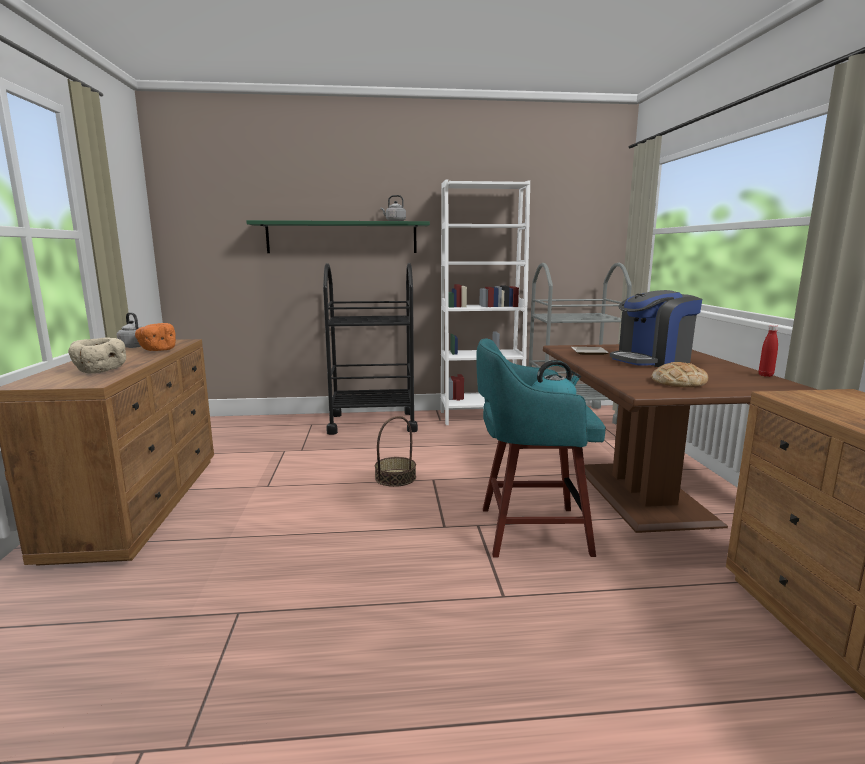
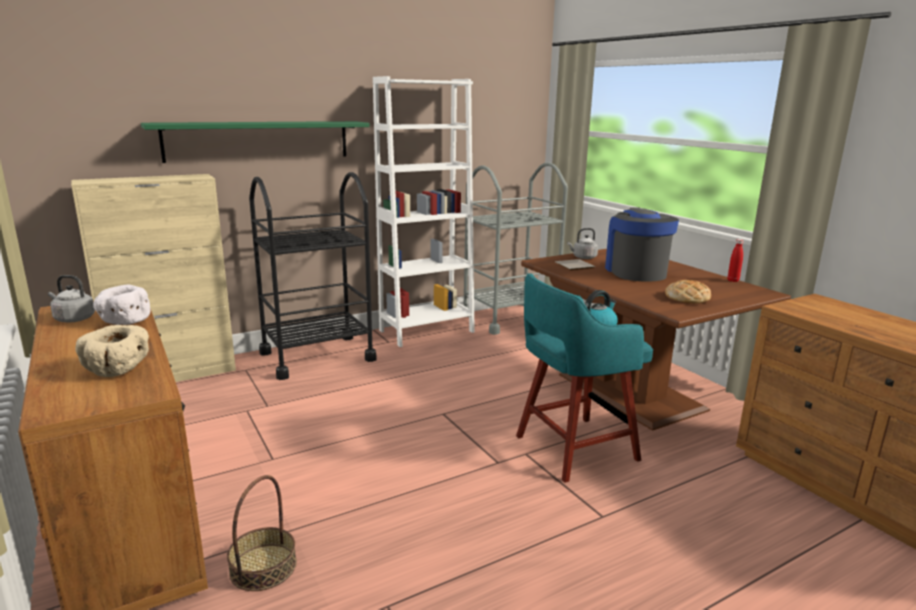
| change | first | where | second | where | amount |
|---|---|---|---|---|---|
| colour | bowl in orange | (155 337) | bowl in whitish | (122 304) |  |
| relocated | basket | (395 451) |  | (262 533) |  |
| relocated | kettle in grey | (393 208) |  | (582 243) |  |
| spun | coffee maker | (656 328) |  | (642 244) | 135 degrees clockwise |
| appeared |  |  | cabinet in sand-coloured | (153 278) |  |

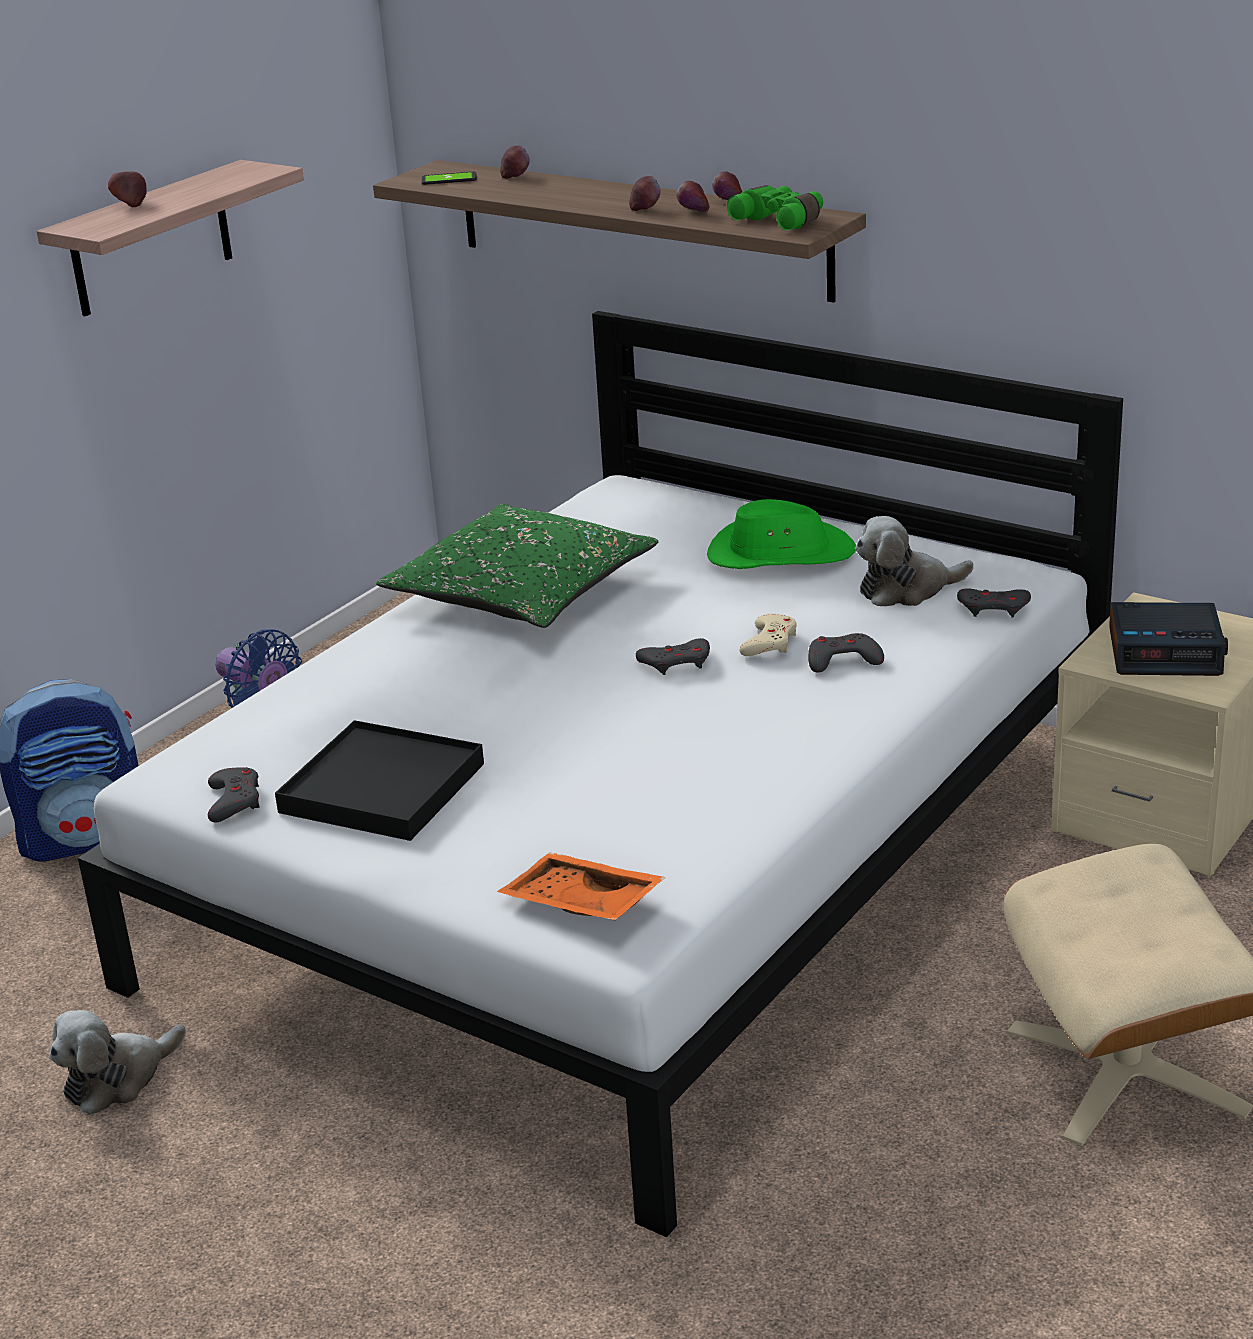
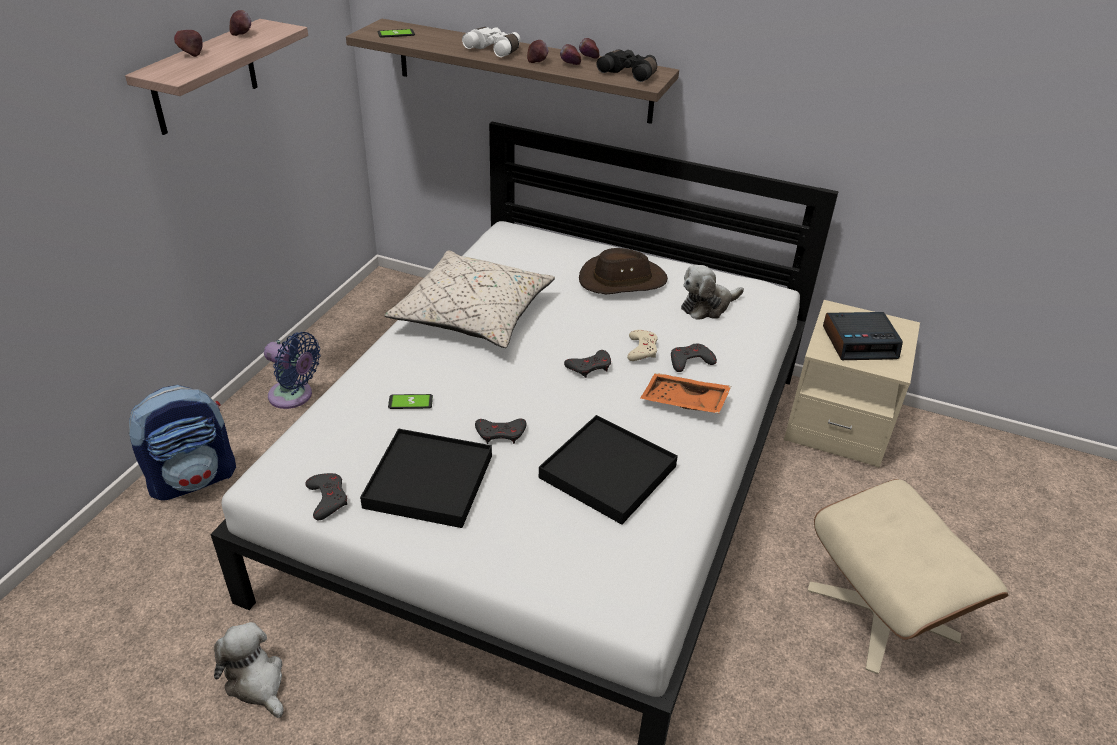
| change | first | where | second | where | amount |
|---|---|---|---|---|---|
| spun | plush toy | (117 1062) |  | (249 670) | 105 degrees clockwise |
| colour | cushion in green-coloured | (517 566) | cushion in sand-coloured | (469 299) |  |
| relocated | carrying tray in orange | (581 886) |  | (686 393) |  |
| relocated | apple | (515 162) |  | (240 23) |  |
| colour | hat in green-coloured | (781 534) | hat in brownish | (623 271) |  |
| colour | pair of binoculars in green-coloured | (775 208) | pair of binoculars in blackish | (626 66) |  |
| relocated | gamepad in grey | (994 603) |  | (501 431) |  |
| appeared |  |  | handset | (410 401) |  |
| appeared |  |  | pair of binoculars in whitish | (491 42) |  |
| appeared |  |  | carrying tray in blackish | (608 470) |  |

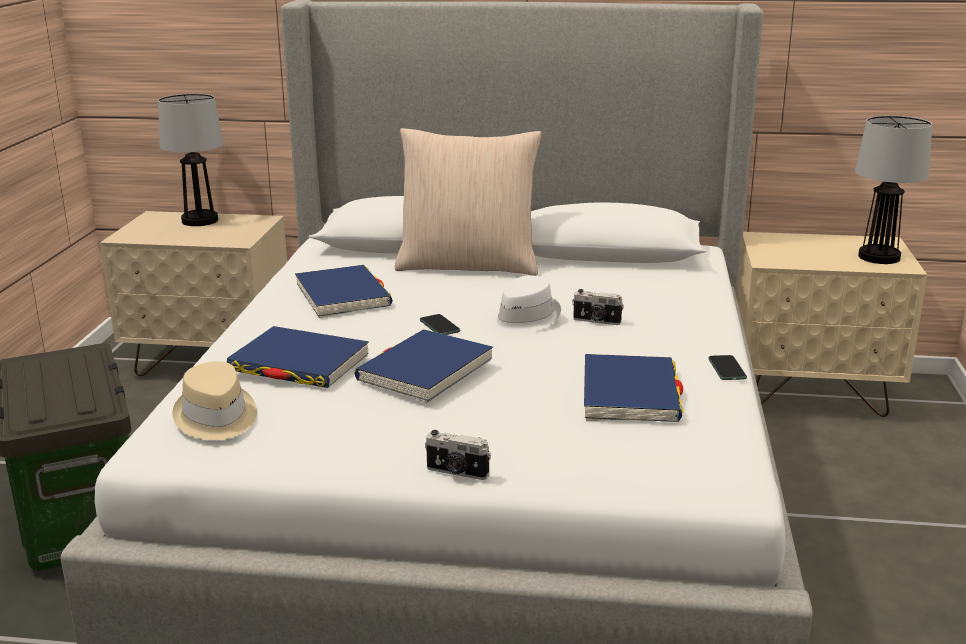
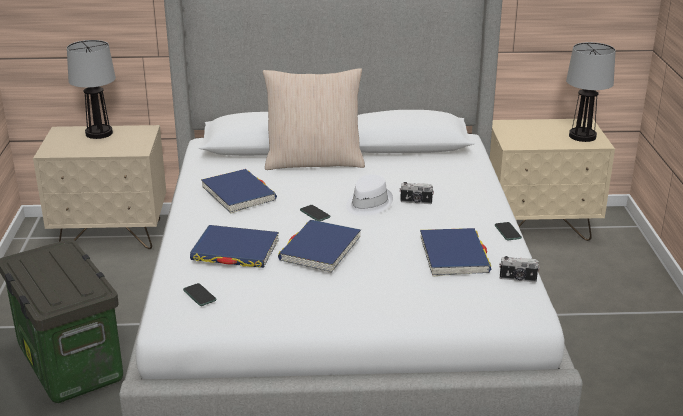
| change | first | where | second | where | amount |
|---|---|---|---|---|---|
| exchanged | hat in sand-coloured | (214 400) | handset | (199 294) |  |
| relocated | still camera | (458 455) |  | (519 269) |  |

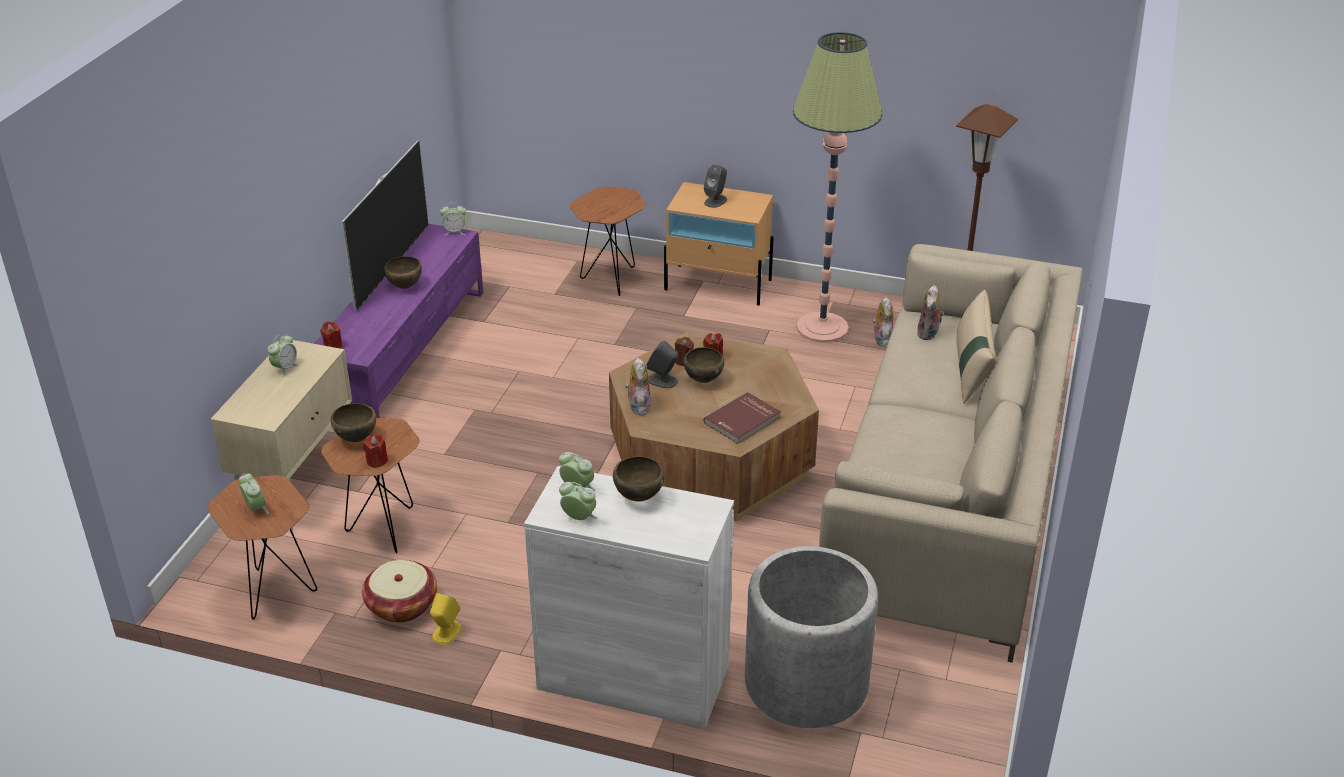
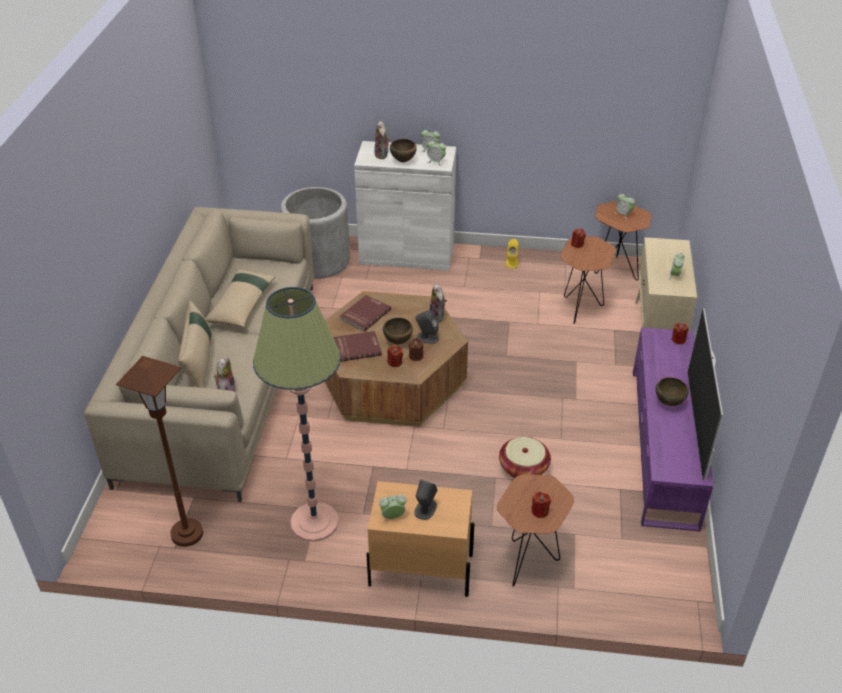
| change | first | where | second | where | amount |
|---|---|---|---|---|---|
| missing | bowl in brownish | (353 422) |  |  |  |
| relocated | basket | (399 591) |  | (525 457) |  |
| relocated | alarm clock | (453 219) |  | (393 506) |  |
| relocated | plush toy | (883 322) |  | (382 140) |  |
| appeared |  |  | cushion in sand-coloured | (240 298) |  |
| appeared |  |  | book in reddish | (357 346) |  |
| appeared |  |  | wax light in reddish | (541 505) |  |

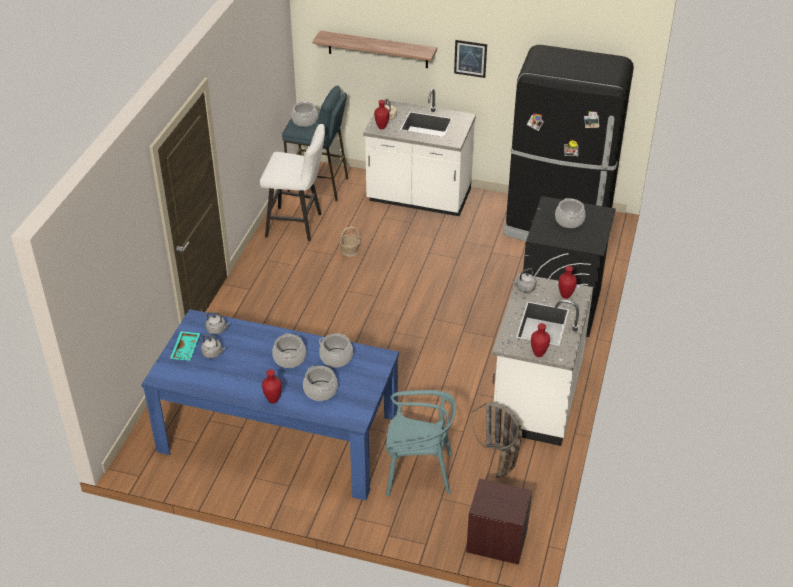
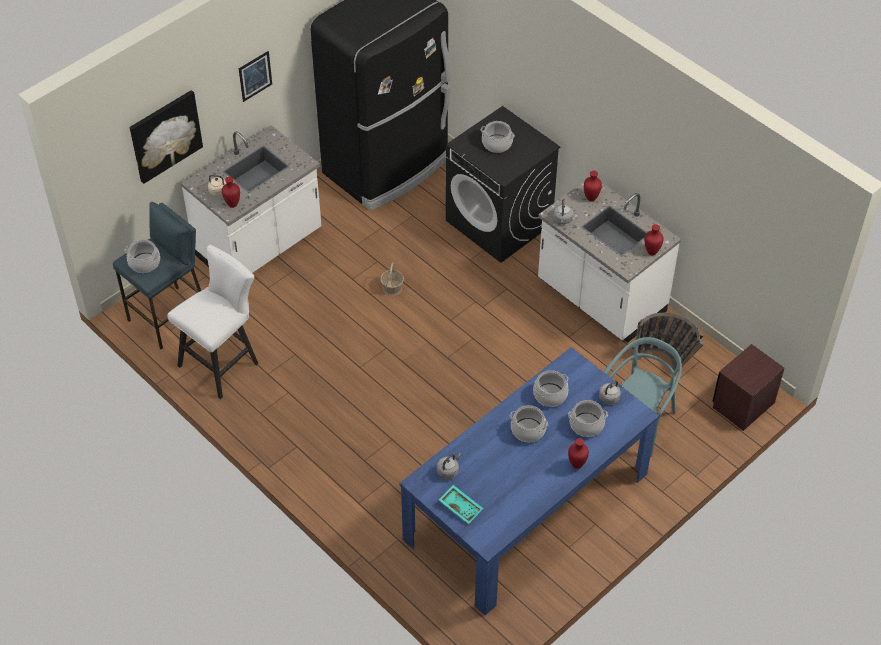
| change | first | where | second | where | amount |
|---|---|---|---|---|---|
| relocated | kettle in grey | (213 346) |  | (611 392) |  |
| exchanged | shelf | (375 49) | wall art | (166 137) |  |
| relocated | basket | (349 242) |  | (392 279) |  |

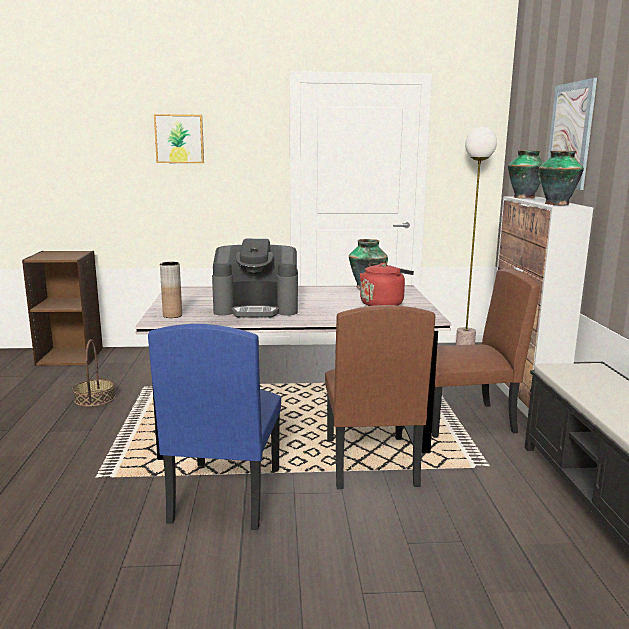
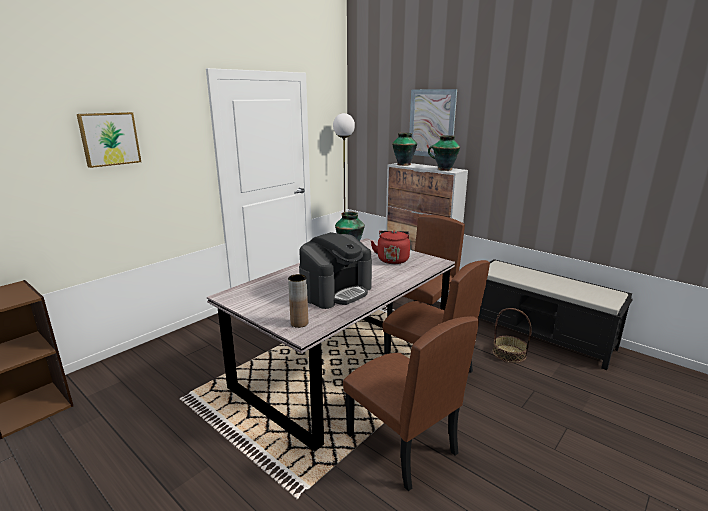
| change | first | where | second | where | amount |
|---|---|---|---|---|---|
| relocated | basket | (94 373) |  | (512 335) |  |
| colour | upright chair in bluish | (214 427) | upright chair in brownish | (411 403) |  |

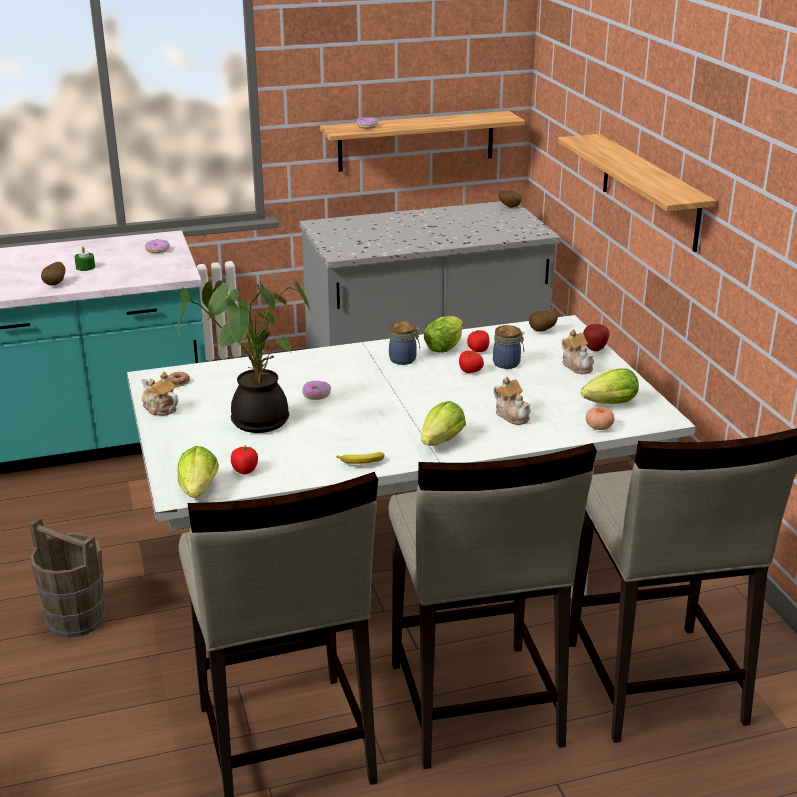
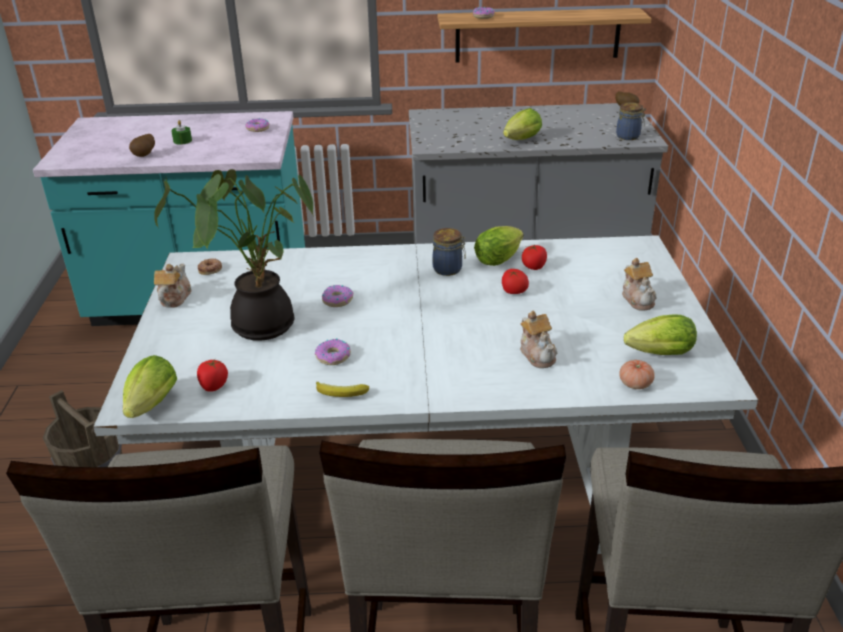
| change | first | where | second | where | amount |
|---|---|---|---|---|---|
| spun | teapot | (159 393) |  | (172 285) | 45 degrees clockwise |
| relocated | lettuce | (443 423) |  | (522 124) |  |
| relocated | preserve jar | (509 347) |  | (631 121) |  |
| missing | spud | (543 321) |  |  |  |
| missing | shelf | (637 193) |  |  |  |
| missing | apple | (596 337) |  |  |  |
| appeared |  |  | ring doughnut | (333 351) |  |

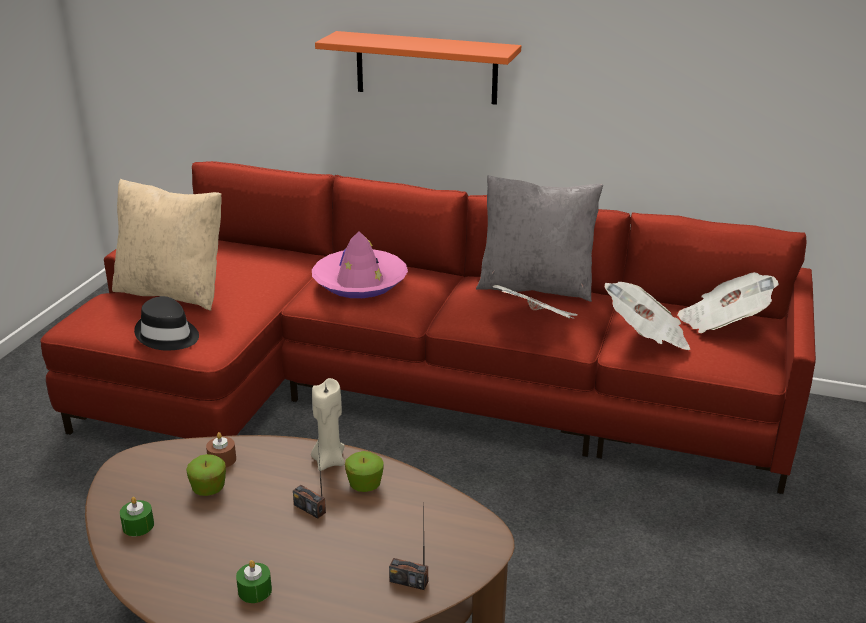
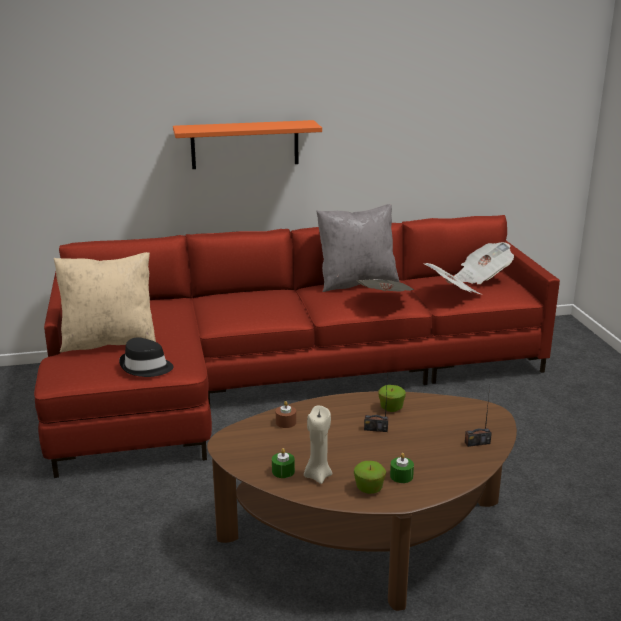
| change | first | where | second | where | amount |
|---|---|---|---|---|---|
| relocated | apple | (206 475) |  | (370 477) |  |
| relocated | wax light in sand-coloured | (328 424) |  | (318 445) |  |
| missing | hat in pink-coloured | (360 264) |  |  |  |

